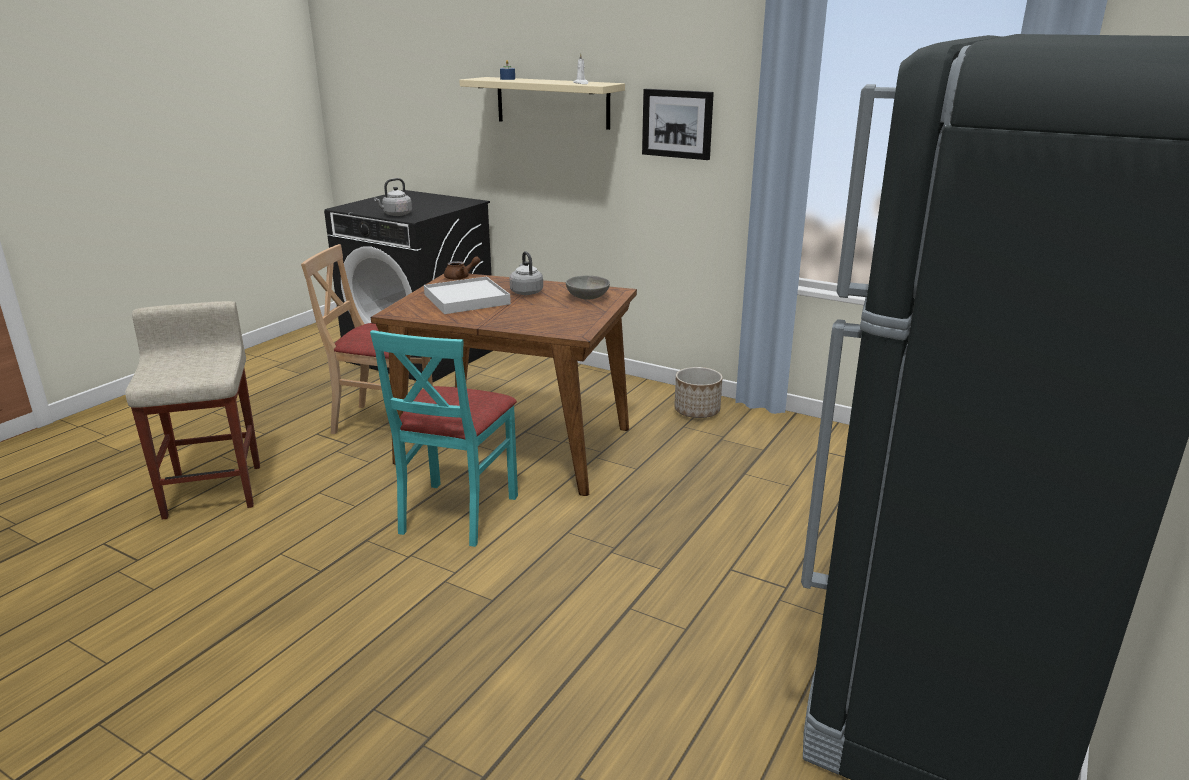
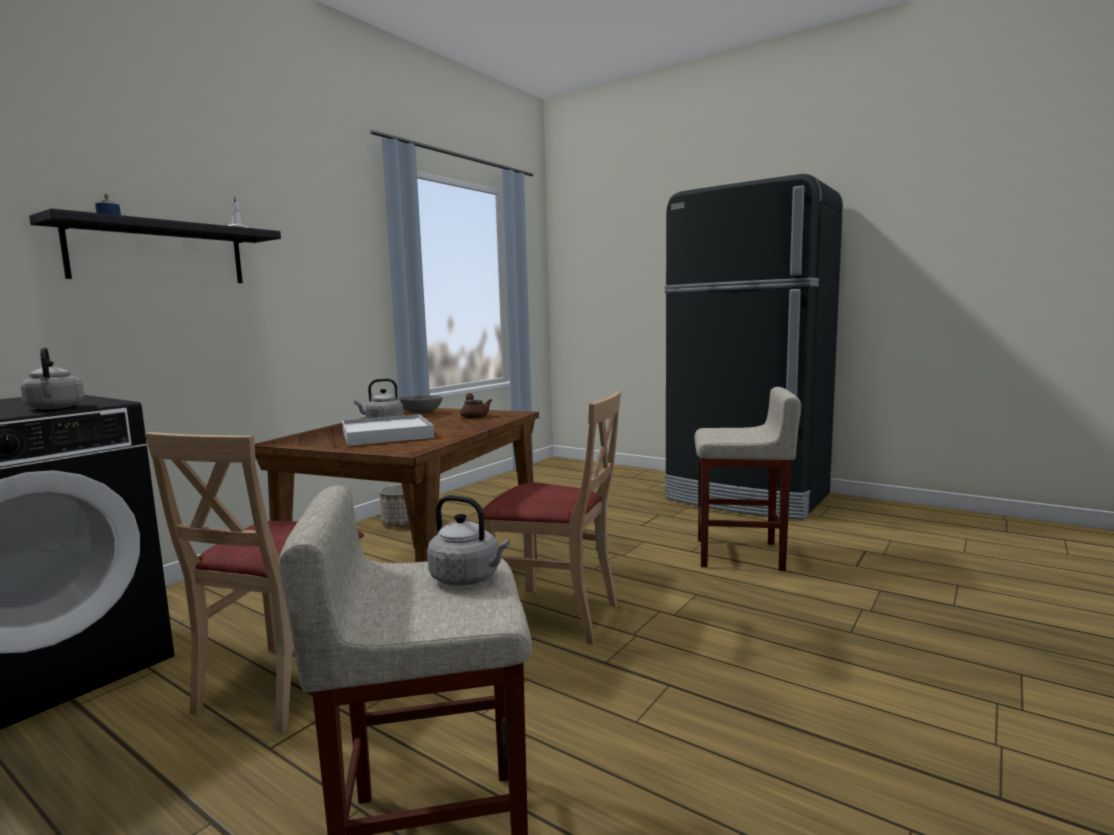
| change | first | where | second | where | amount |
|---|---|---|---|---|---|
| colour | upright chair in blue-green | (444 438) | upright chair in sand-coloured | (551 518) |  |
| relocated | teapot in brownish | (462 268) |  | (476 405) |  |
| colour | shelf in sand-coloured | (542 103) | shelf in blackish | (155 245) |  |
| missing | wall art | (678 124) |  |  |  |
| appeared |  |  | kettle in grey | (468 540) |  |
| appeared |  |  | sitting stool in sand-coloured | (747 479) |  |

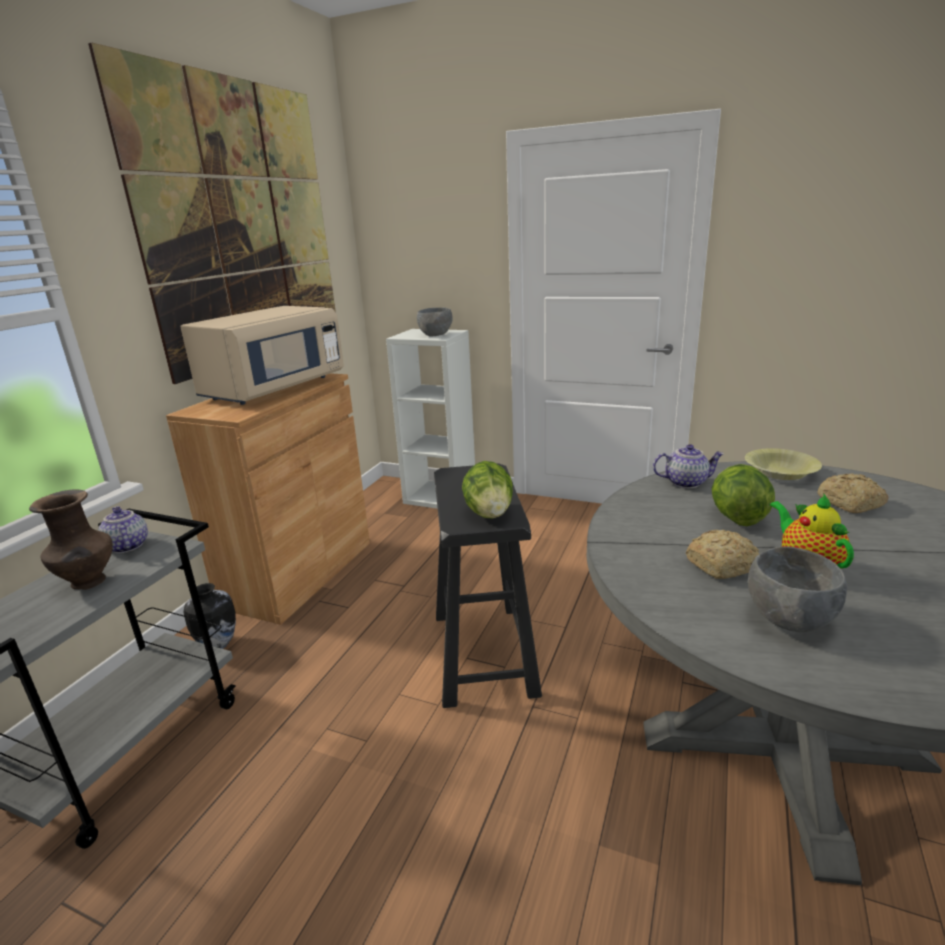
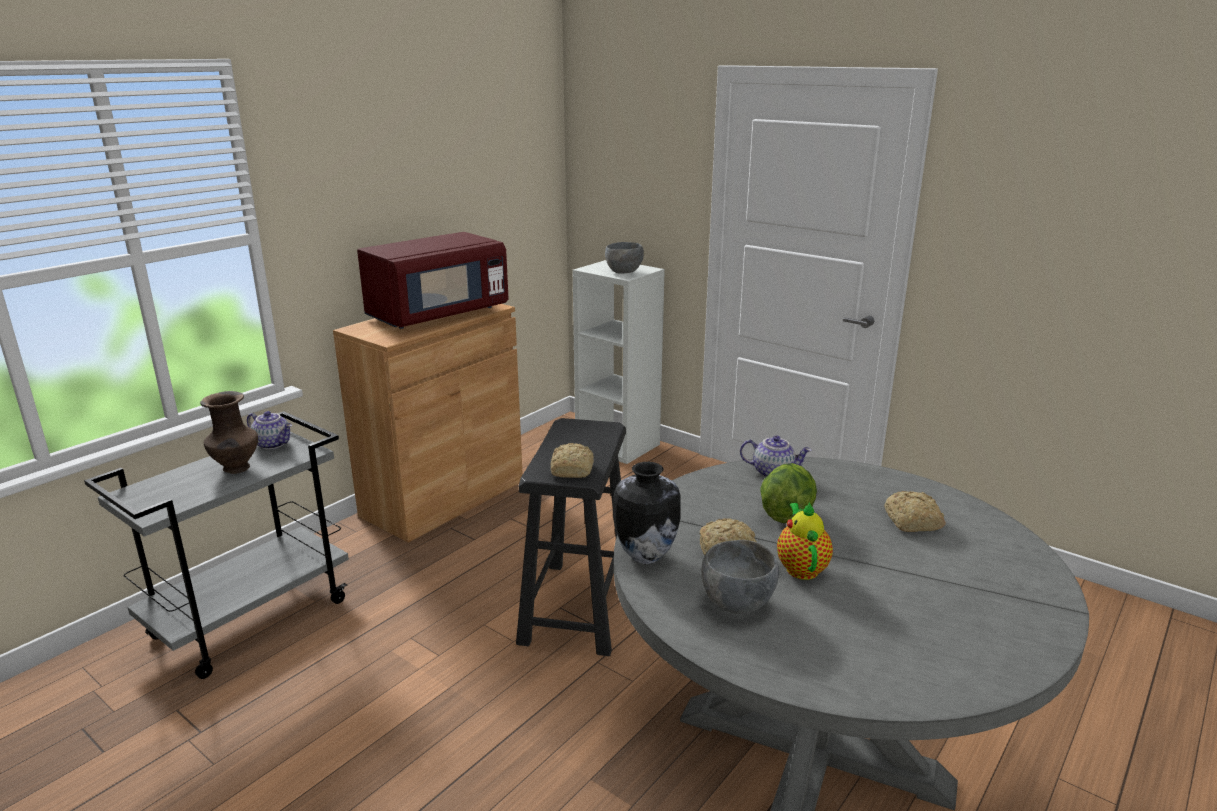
| change | first | where | second | where | amount |
|---|---|---|---|---|---|
| missing | wall art | (212 213) |  |  |  |
| spun | teapot | (123 529) |  | (269 430) | 135 degrees clockwise |
| colour | kitchen microwave in sand-coloured | (262 355) | kitchen microwave in reddish | (433 280) |  |
| relocated | flower vase | (210 616) |  | (647 513) |  |
| exchanged | lettuce | (487 490) | bakery bread | (572 460) |  |
| missing | bowl in yellow | (783 464) |  |  |  |

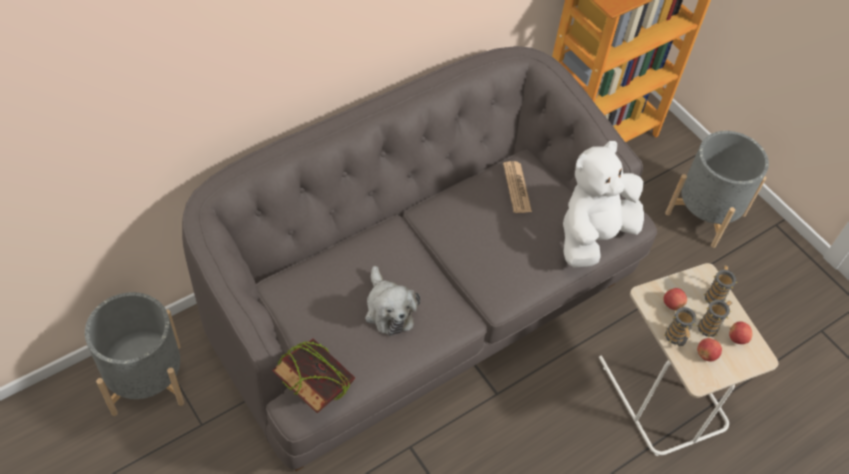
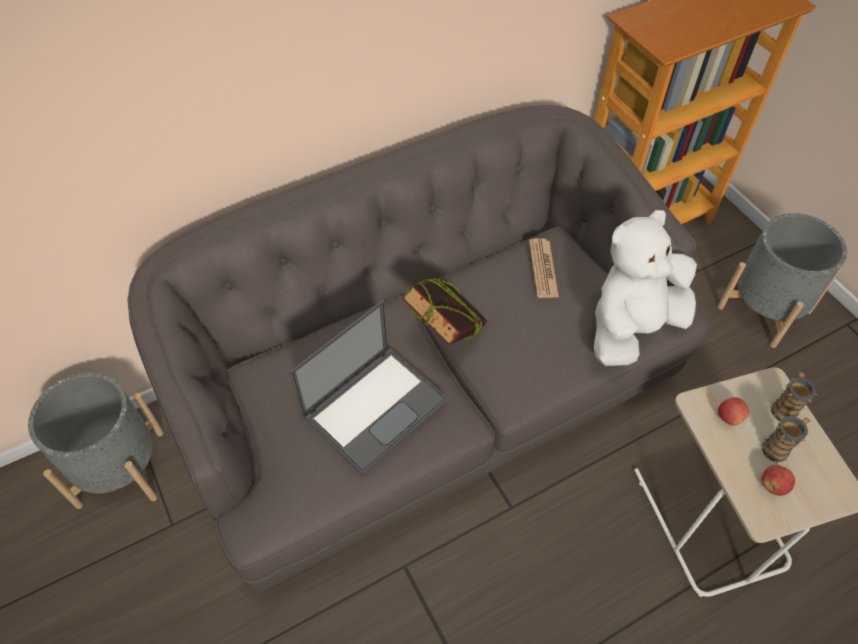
| change | first | where | second | where | amount |
|---|---|---|---|---|---|
| relocated | book | (313 375) |  | (444 311) |  |
| exchanged | plush toy | (392 301) | portable computer | (369 388) |  |
| missing | tea mug | (681 326) |  |  |  |
| missing | apple | (740 332) |  |  |  |

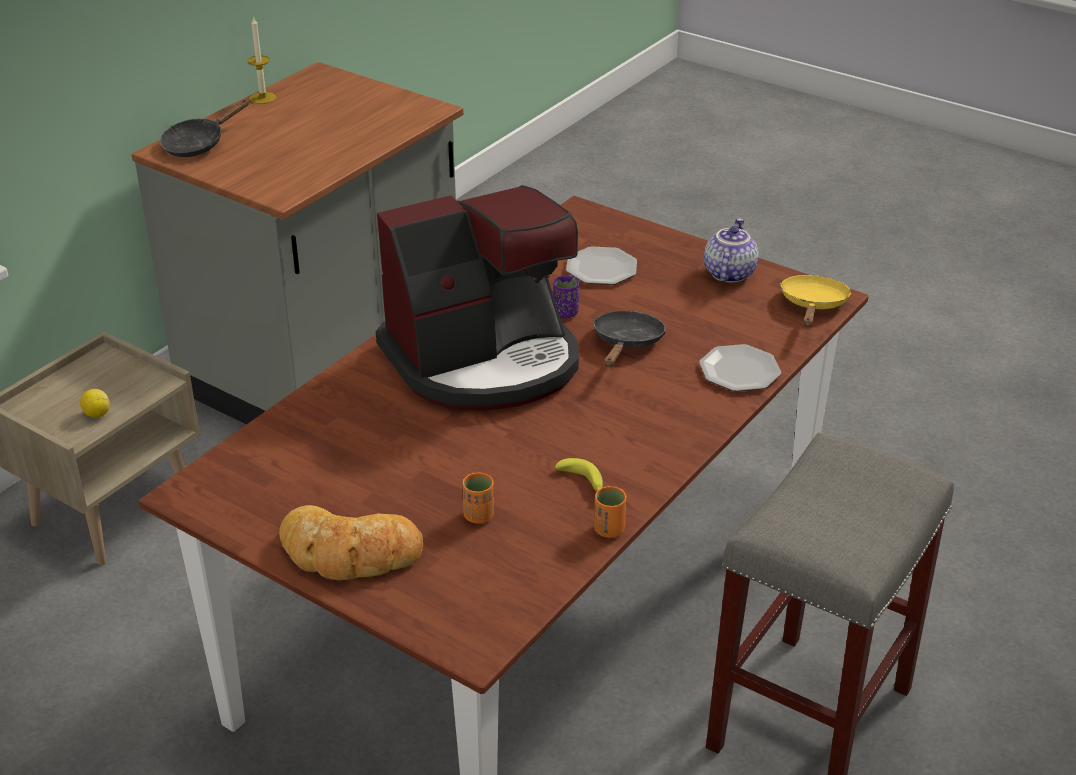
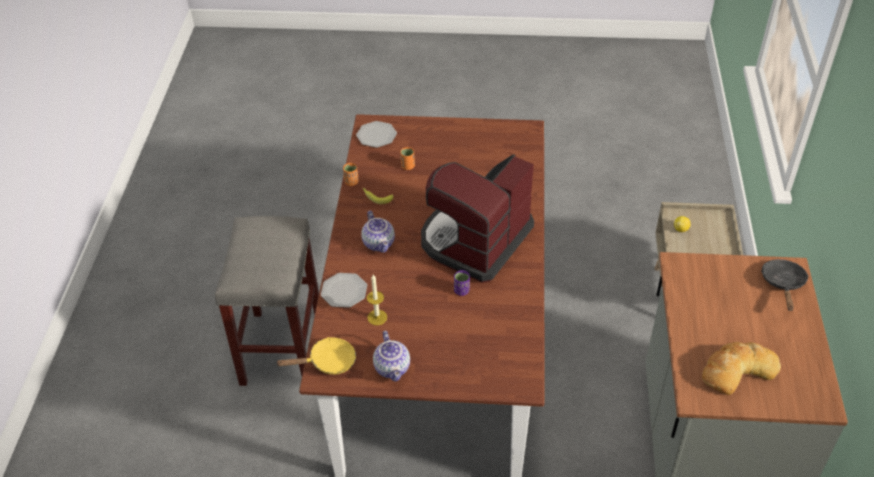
| change | first | where | second | where | amount |
|---|---|---|---|---|---|
| relocated | wax light | (261 60) |  | (377 300) |  |
| relocated | bakery bread | (351 542) |  | (741 368) |  |
| relocated | plate | (601 265) |  | (376 134) |  |
| missing | pan in blackish | (630 338) |  |  |  |
| spun | pan in yellow | (816 300) |  | (315 356) | 90 degrees counterclockwise |
| appeared |  |  | teapot | (378 231) |  |

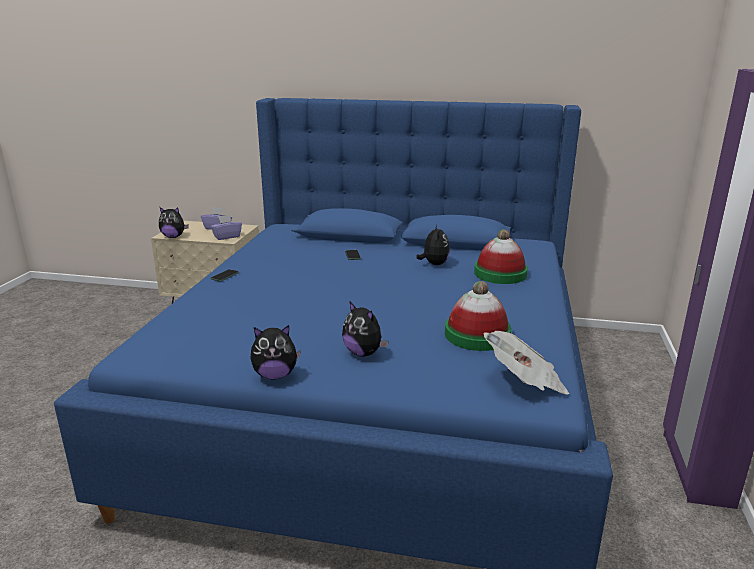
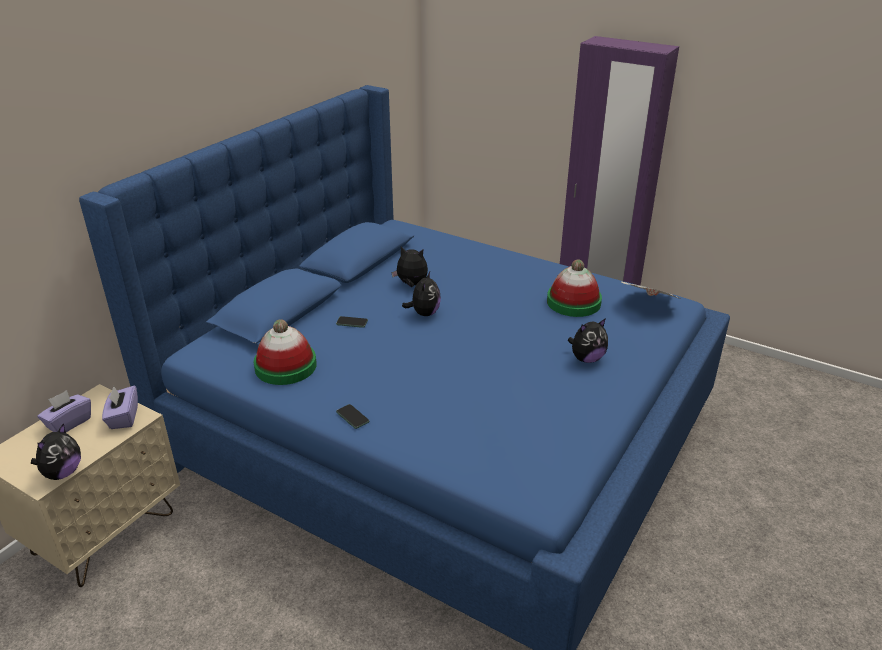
| change | first | where | second | where | amount |
|---|---|---|---|---|---|
| relocated | plush toy | (275 352) |  | (421 294) |  |
| relocated | hat | (501 256) |  | (285 352) |  |

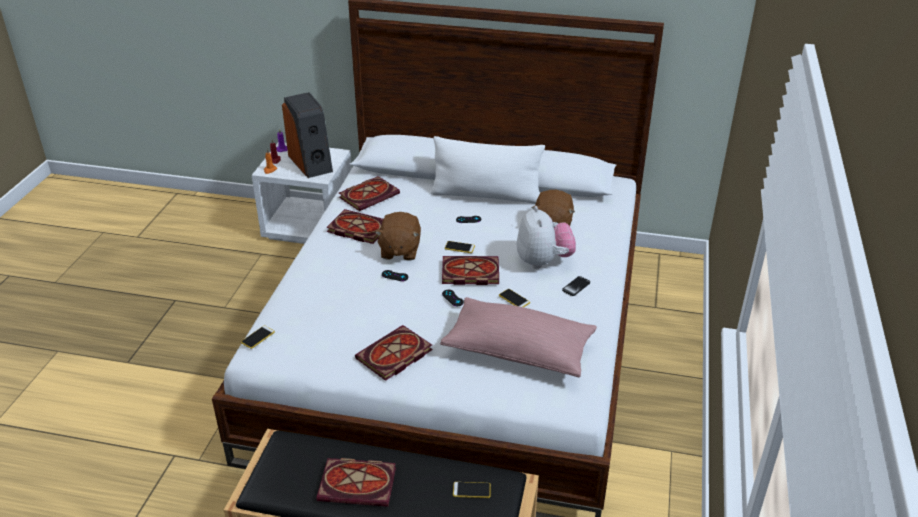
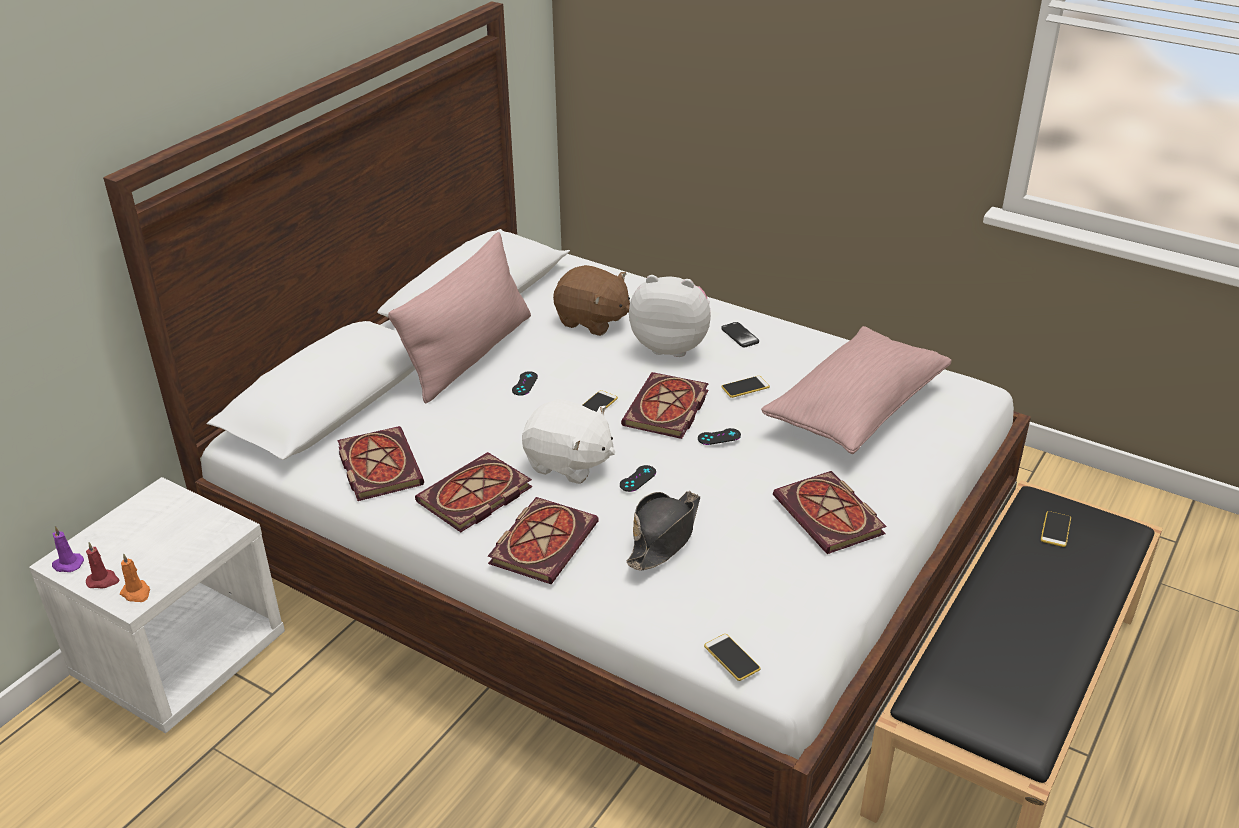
| change | first | where | second | where | amount |
|---|---|---|---|---|---|
| missing | speaker | (307 135) |  |  |  |
| relocated | book | (356 482) |  | (543 540) |  |
| colour | plush toy in brownish | (398 236) | plush toy in whitish | (568 441) |  |
| colour | cushion in whitish | (488 170) | cushion in pink-coloured | (459 318) |  |
| appeared |  |  | hat in blackish | (663 530) |  |

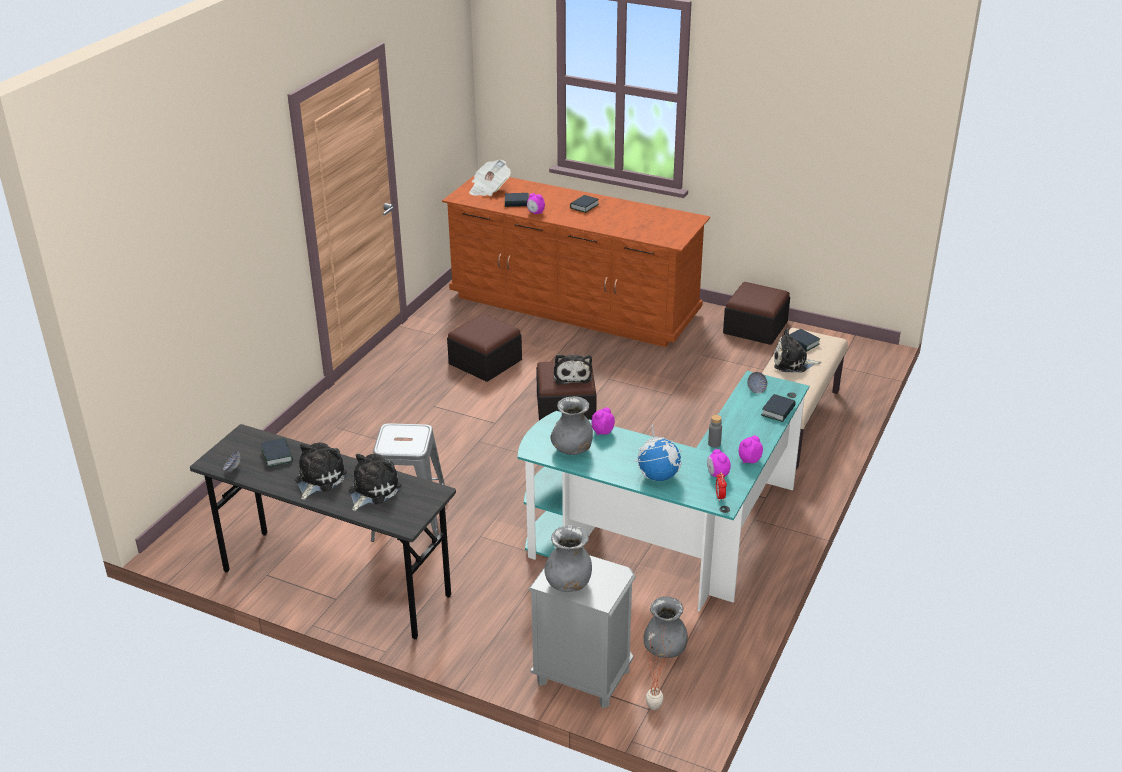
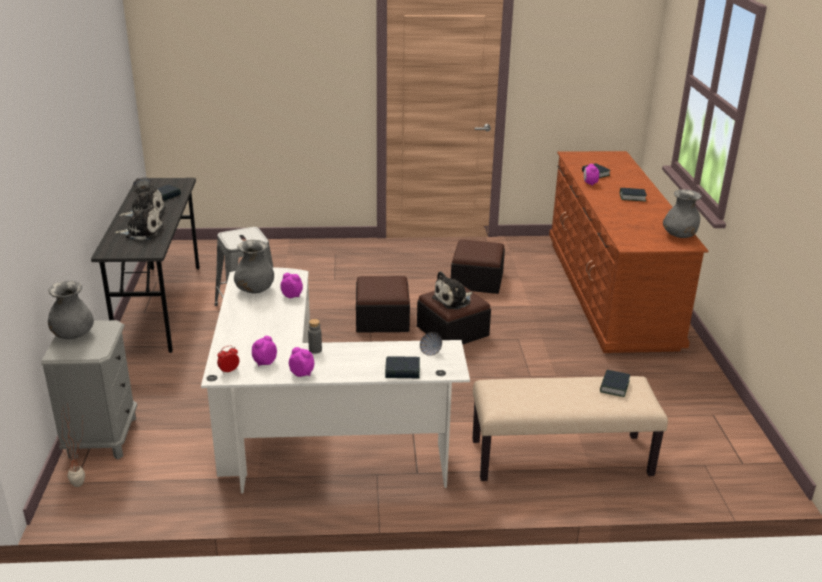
| change | first | where | second | where | amount |
|---|---|---|---|---|---|
| missing | newspaper | (490 178) |  |  |  |
| colour | desk in blue-green | (663 491) | desk in whitish | (335 381) |  |
| missing | globe | (658 452) |  |  |  |
| relocated | flower vase in grey | (666 627) |  | (682 213) |  |
| relocated | pouffe | (756 313) |  | (383 304) |  |
| missing | plush toy | (797 350) |  |  |  |

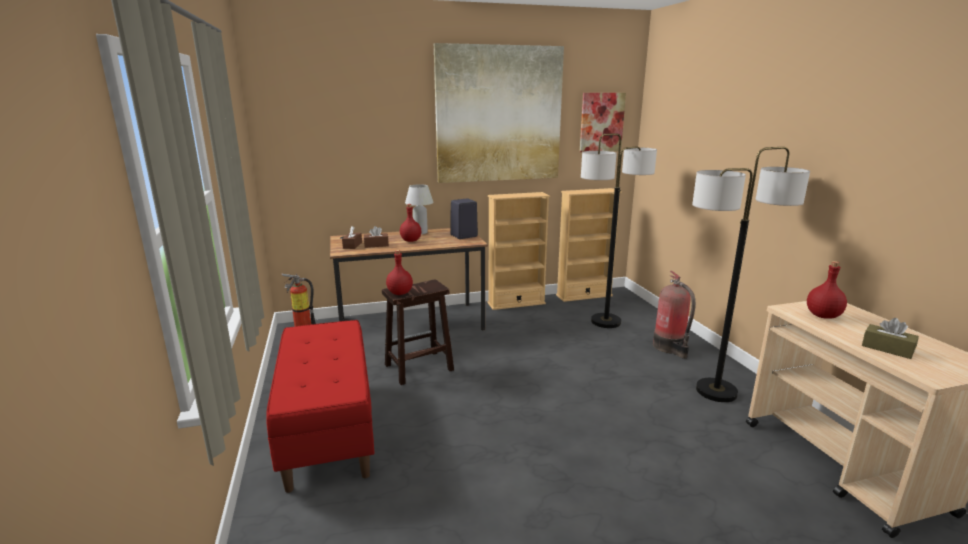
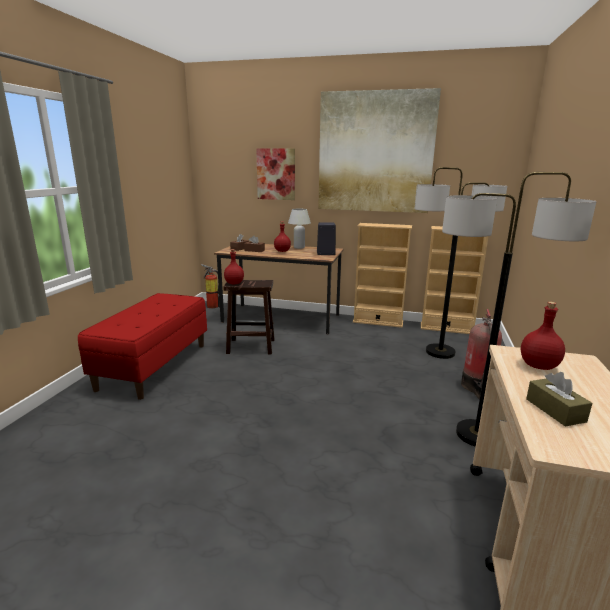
| change | first | where | second | where | amount |
|---|---|---|---|---|---|
| relocated | wall art | (603 122) |  | (275 174) |  |

